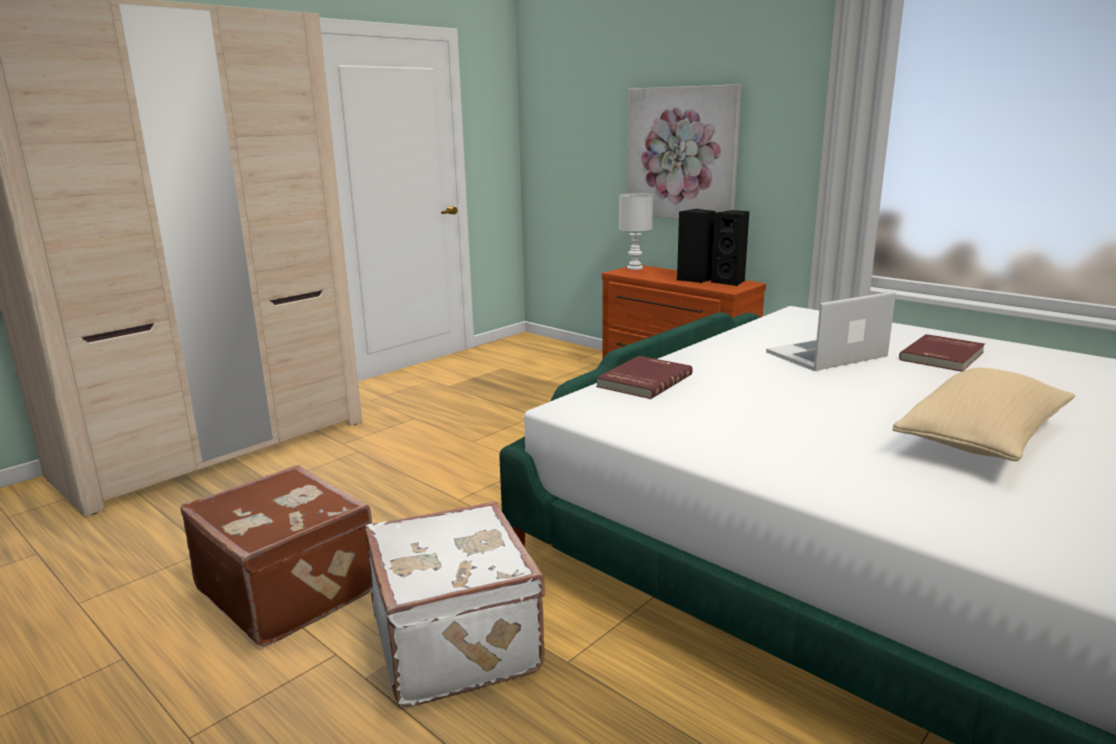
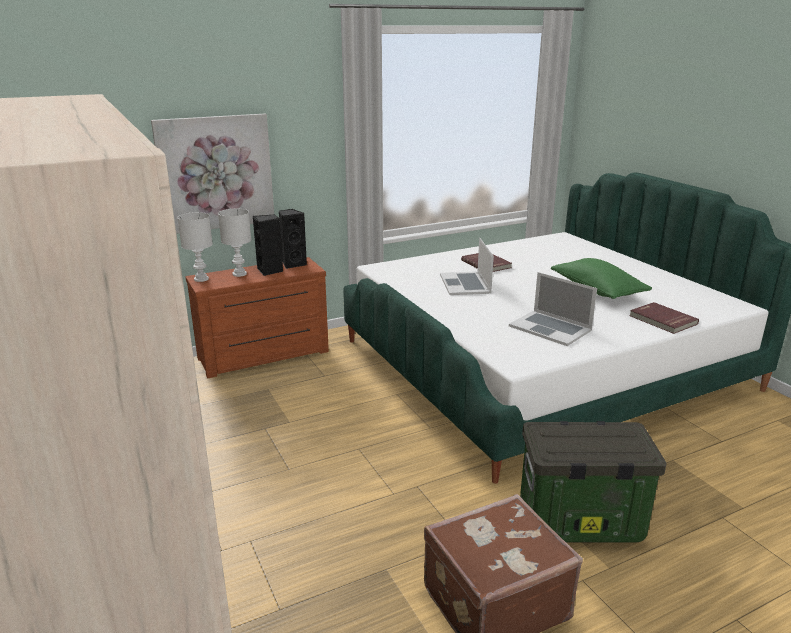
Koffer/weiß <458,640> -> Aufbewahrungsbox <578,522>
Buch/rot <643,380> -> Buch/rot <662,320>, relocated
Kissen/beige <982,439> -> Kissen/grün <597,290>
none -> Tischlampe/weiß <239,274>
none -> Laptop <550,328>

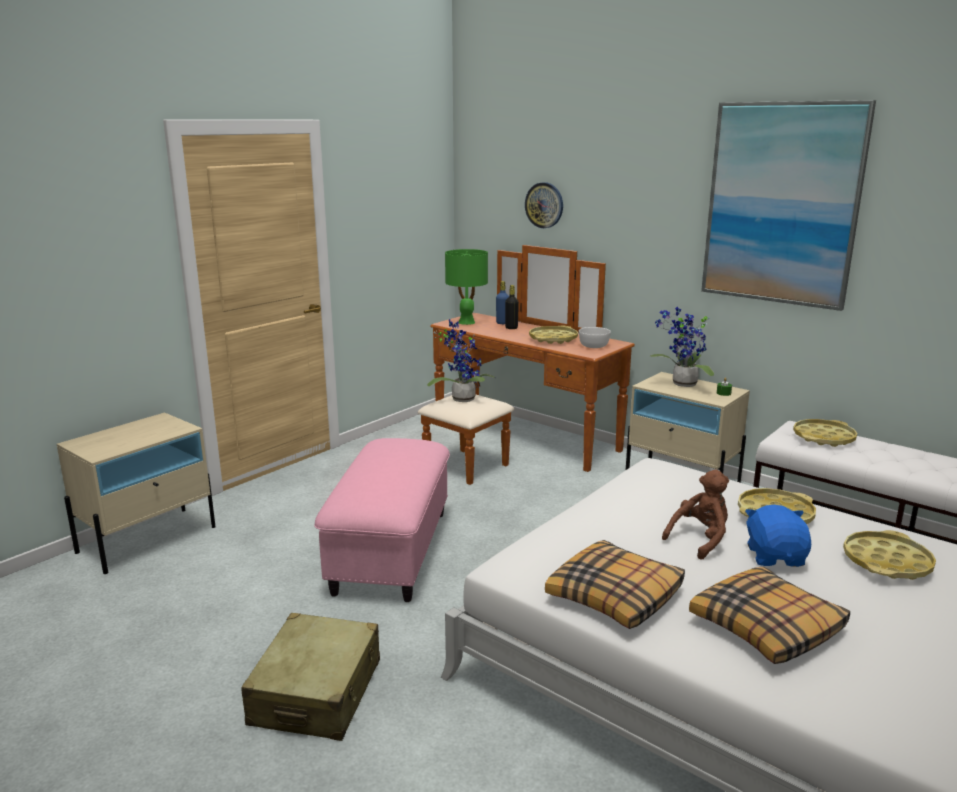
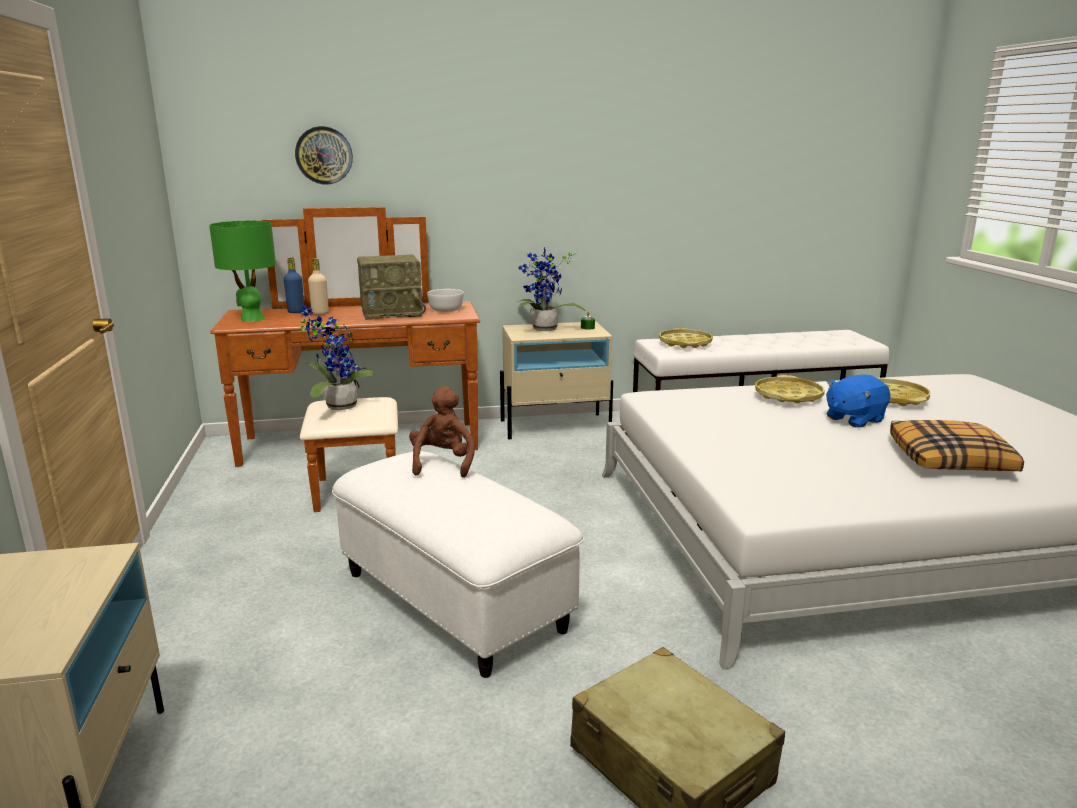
Polsterhocker/rosa <390,551> -> Polsterhocker/weiß <450,602>
Flasche/schwarz <511,328> -> Flasche/beige <320,313>
Tablett/gelb <553,339> -> Radio <392,313>
Kissen <615,597> -> none
Plüschtier/braun <700,539> -> Plüschtier/braun <443,463>, relocated
Bild <781,204> -> none
Plüschtier/blau <775,557> -> Plüschtier/blau <853,419>, 75 degrees counterclockwise

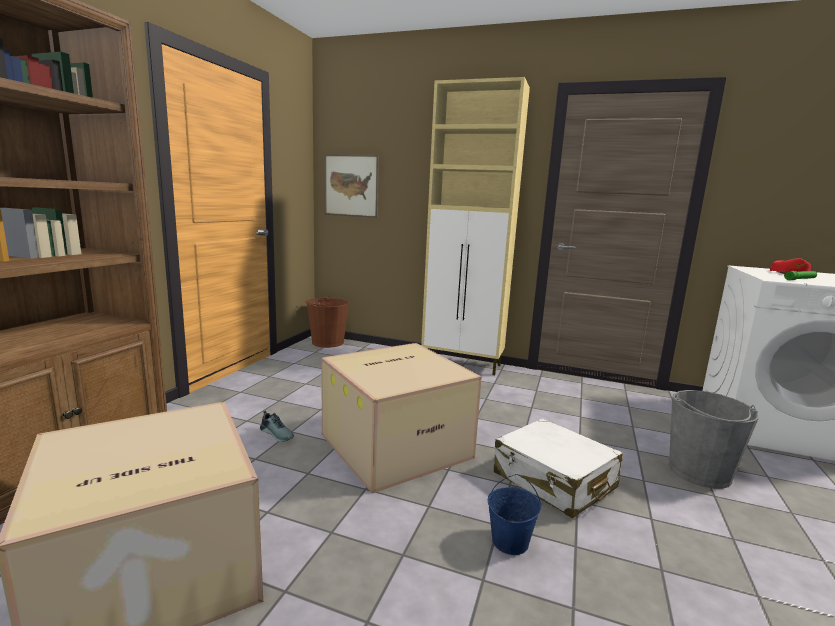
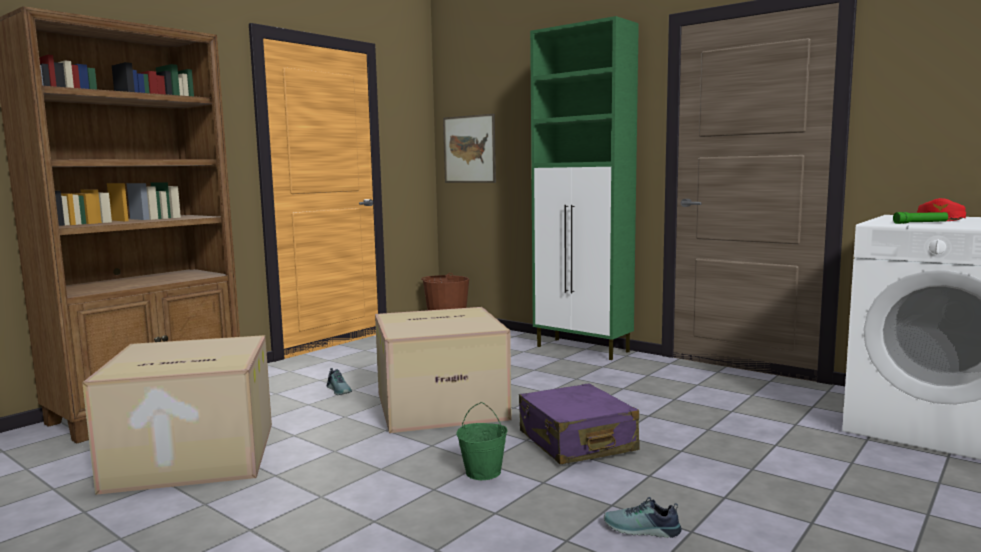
Schrank/beige <463,364> -> Schrank/grün <583,349>
Eimer/blau <510,541> -> Eimer/grün <483,472>
Koffer/weiß <554,481> -> Koffer/lila <576,442>
Eimer/grau <699,472> -> none
none -> Schuh <641,530>

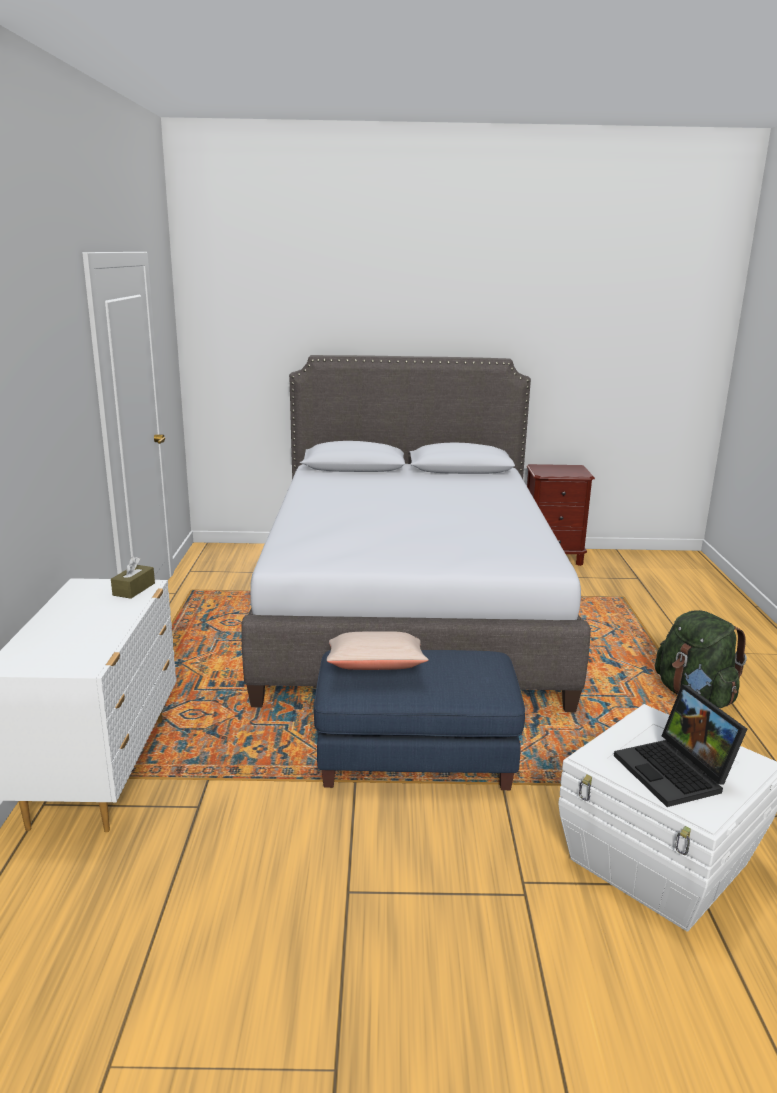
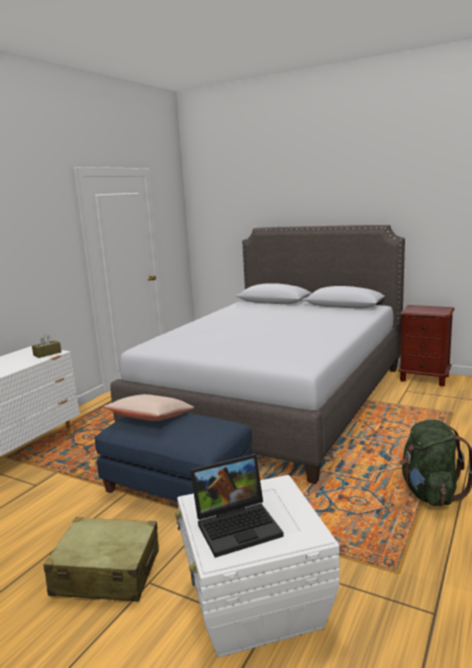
Laptop <676,773> -> Laptop <238,525>, 120 degrees counterclockwise
none -> Koffer/beige <106,573>

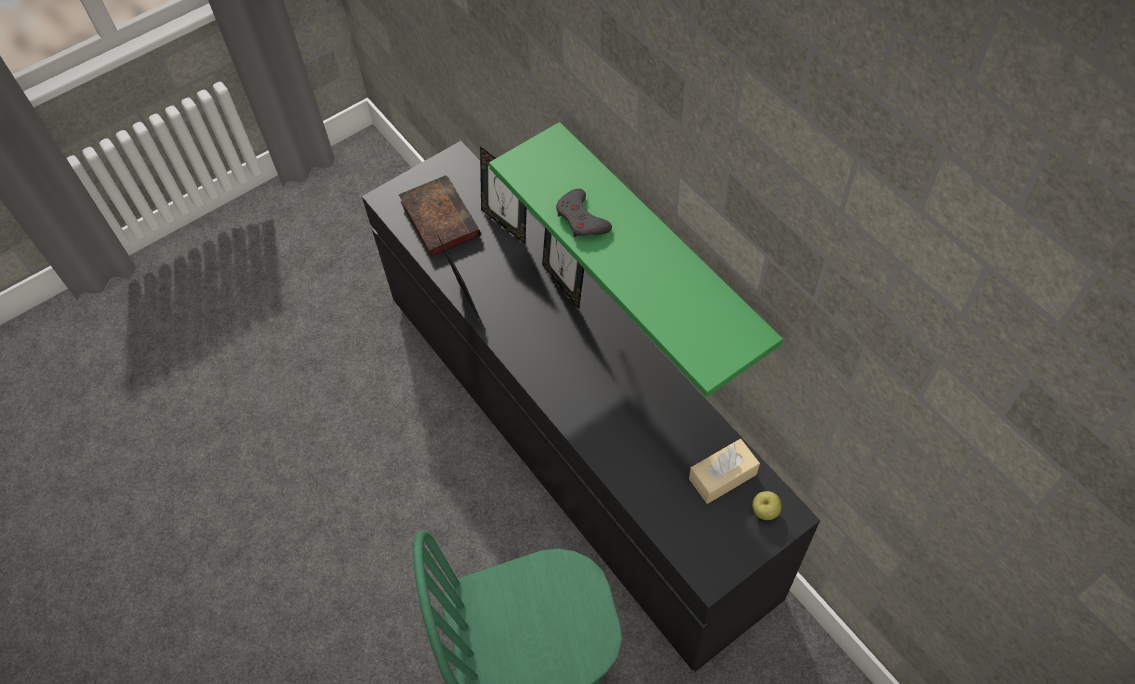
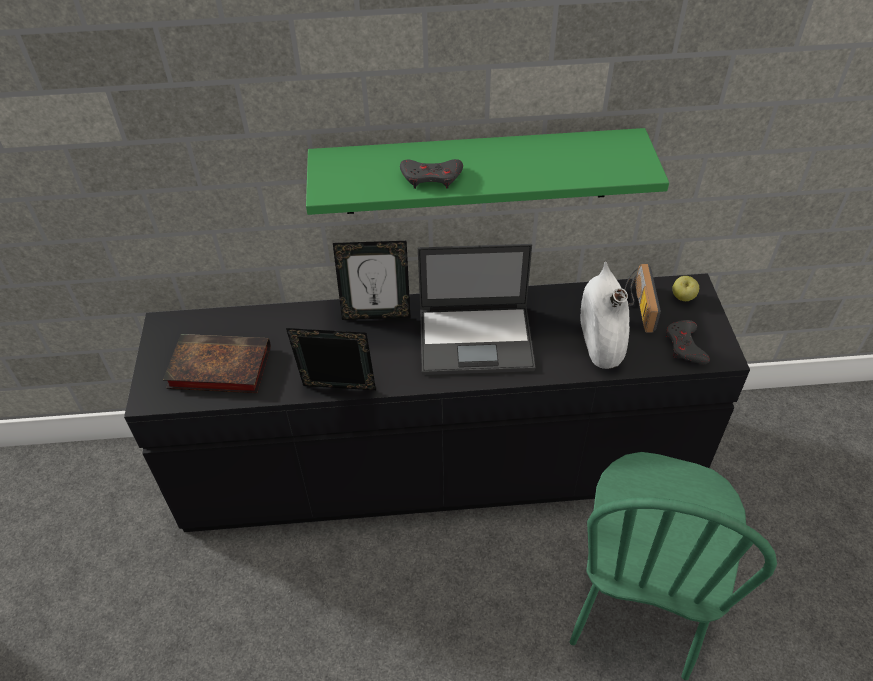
Bilderrahmen <506,223> -> none
Taschentuchbox/beige <722,476> -> Radio <637,306>
none -> Laptop <477,339>
none -> Vase/weiß <600,342>
none -> Gamepad/grau <685,346>

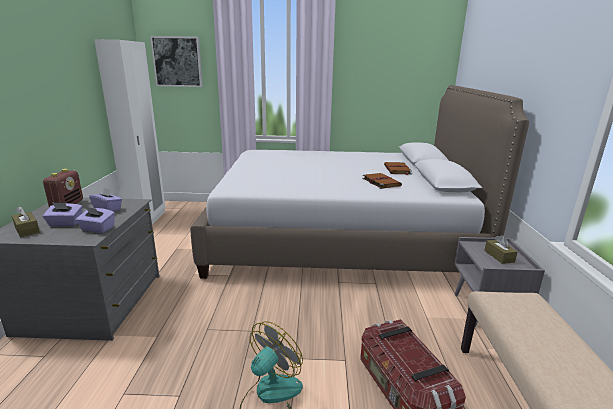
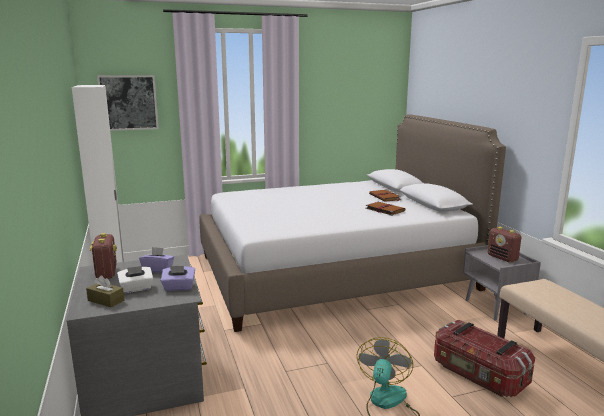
Taschentuchbox/lila <65,223> -> Taschentuchbox/weiß <136,288>
Taschentuchbox/braun <499,256> -> Radio <502,258>

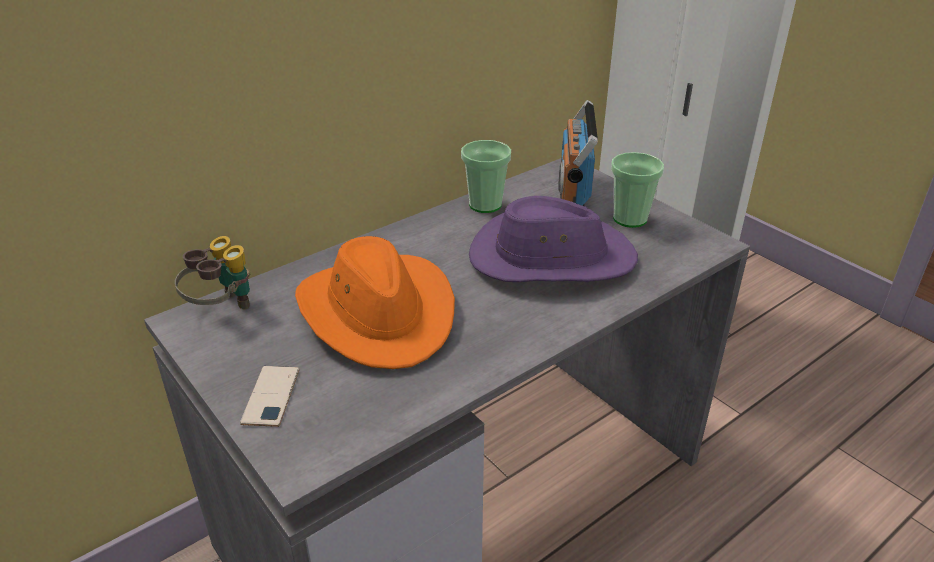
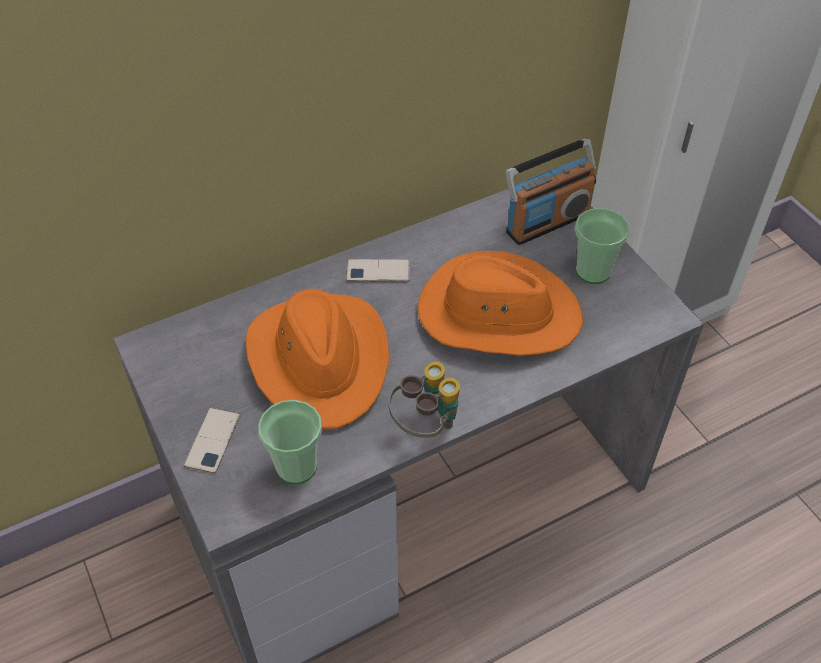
Fernglas <222,309> -> Fernglas <426,425>, relocated
Tasse <485,205> -> Tasse <296,466>, relocated
Hut/lila <550,257> -> Hut/orange <498,313>
Radio <573,189> -> Radio <547,222>, 135 degrees counterclockwise
none -> Handy <378,271>

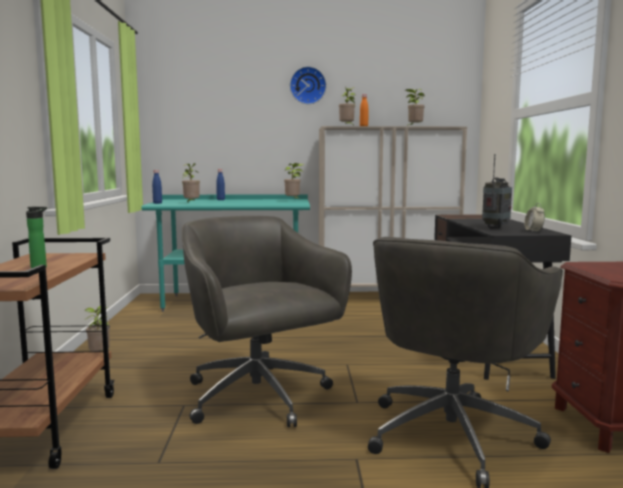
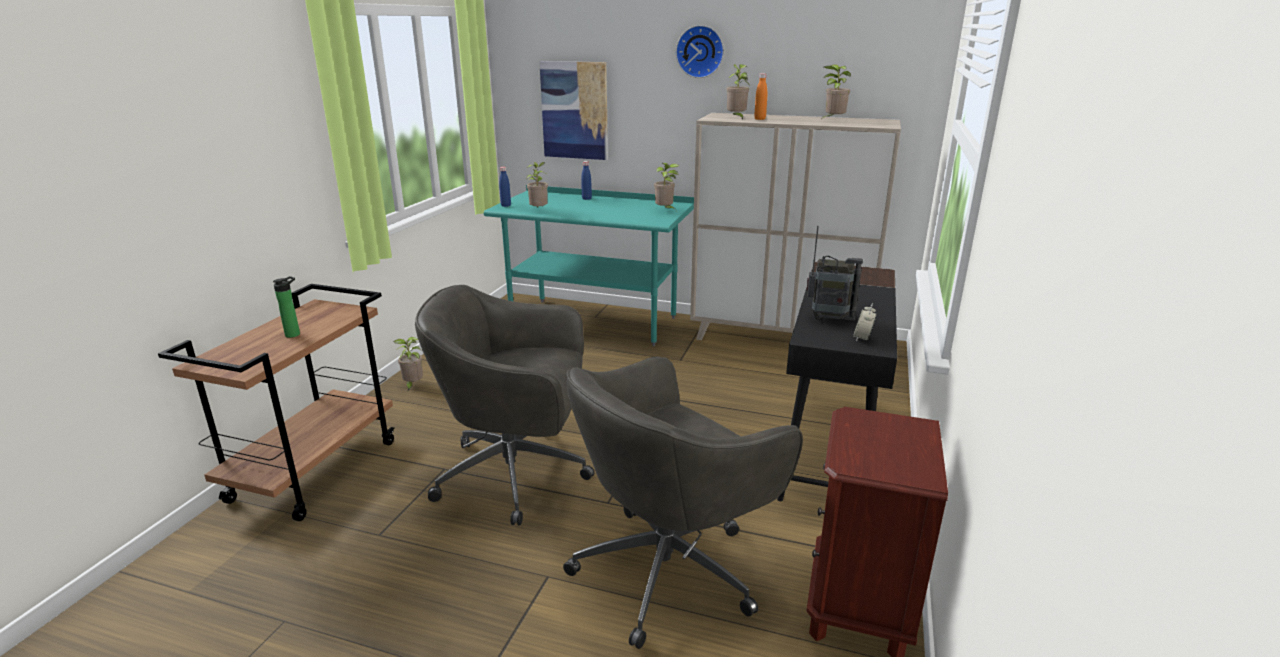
Bürostuhl/grau <259,398> -> Bürostuhl/grau <517,475>, 75 degrees counterclockwise
Radio <495,228> -> Radio <828,319>, 45 degrees clockwise
none -> Bild <574,110>

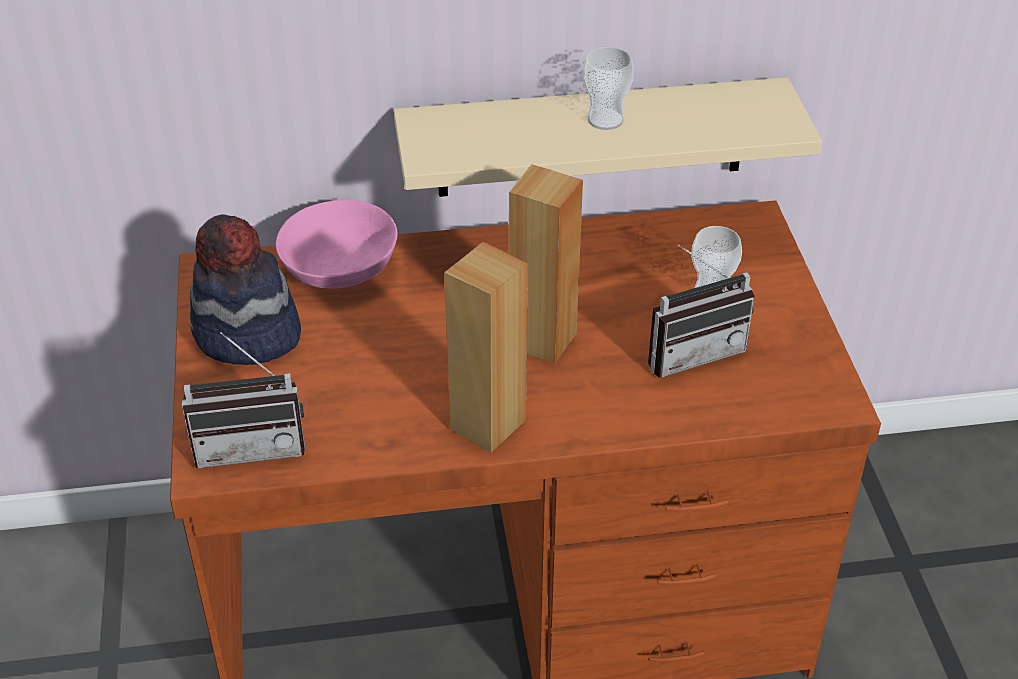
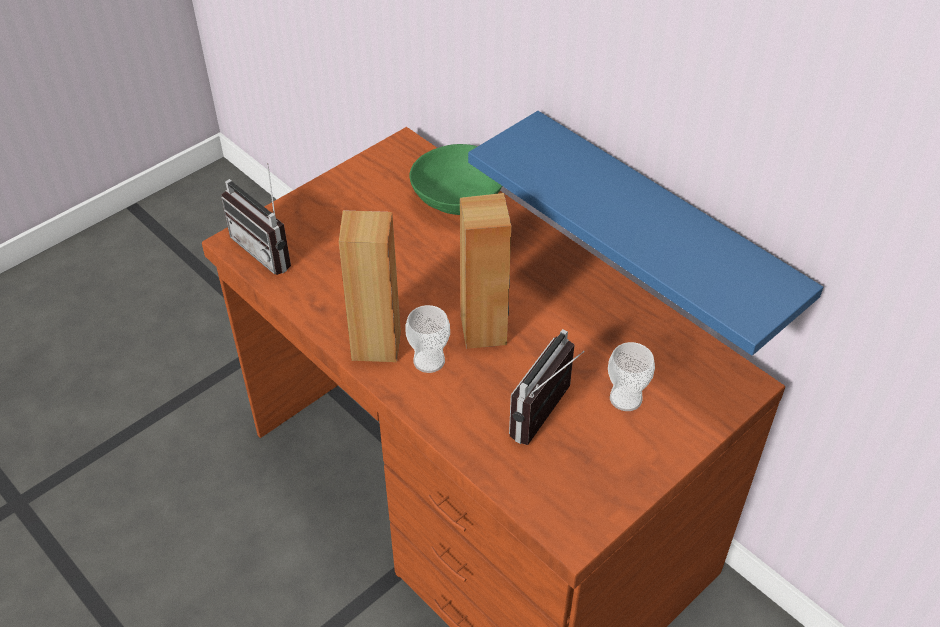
Hut <246,335> -> none
Schüssel/rosa <340,269> -> Schüssel/grün <459,198>
Wandregal/beige <591,138> -> Wandregal/blau <662,227>
Tasse <605,120> -> Tasse <429,361>, relocated
Radio <692,351> -> Radio <549,418>, 90 degrees clockwise

